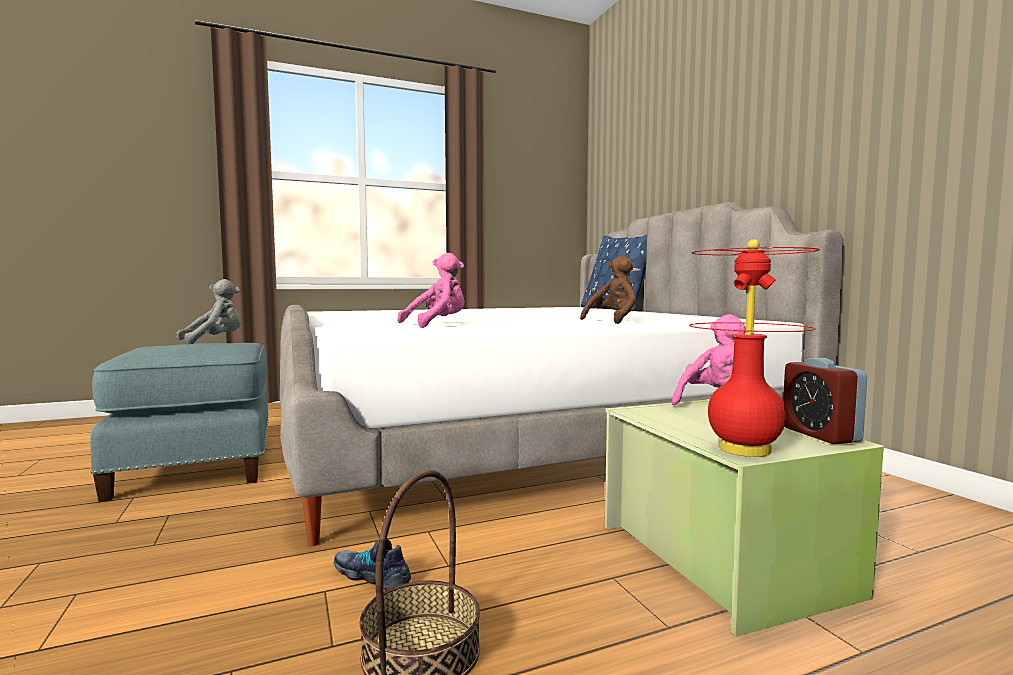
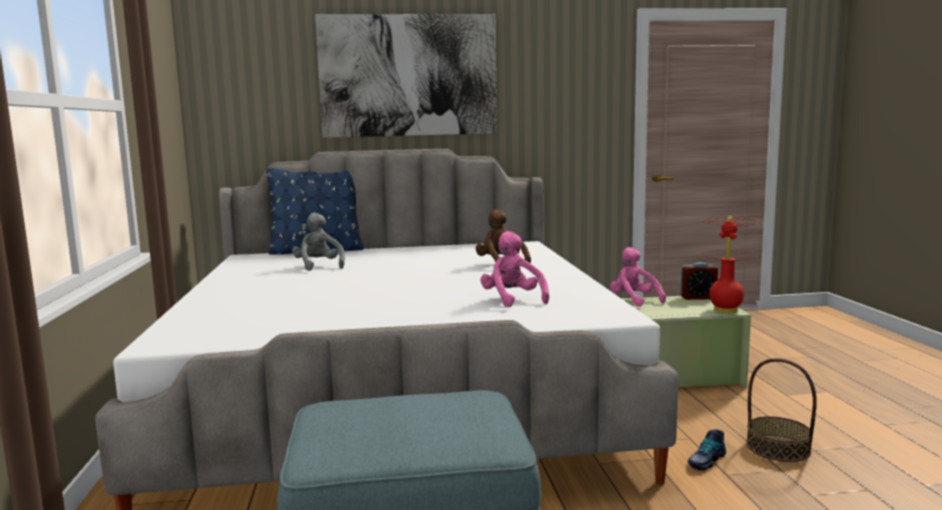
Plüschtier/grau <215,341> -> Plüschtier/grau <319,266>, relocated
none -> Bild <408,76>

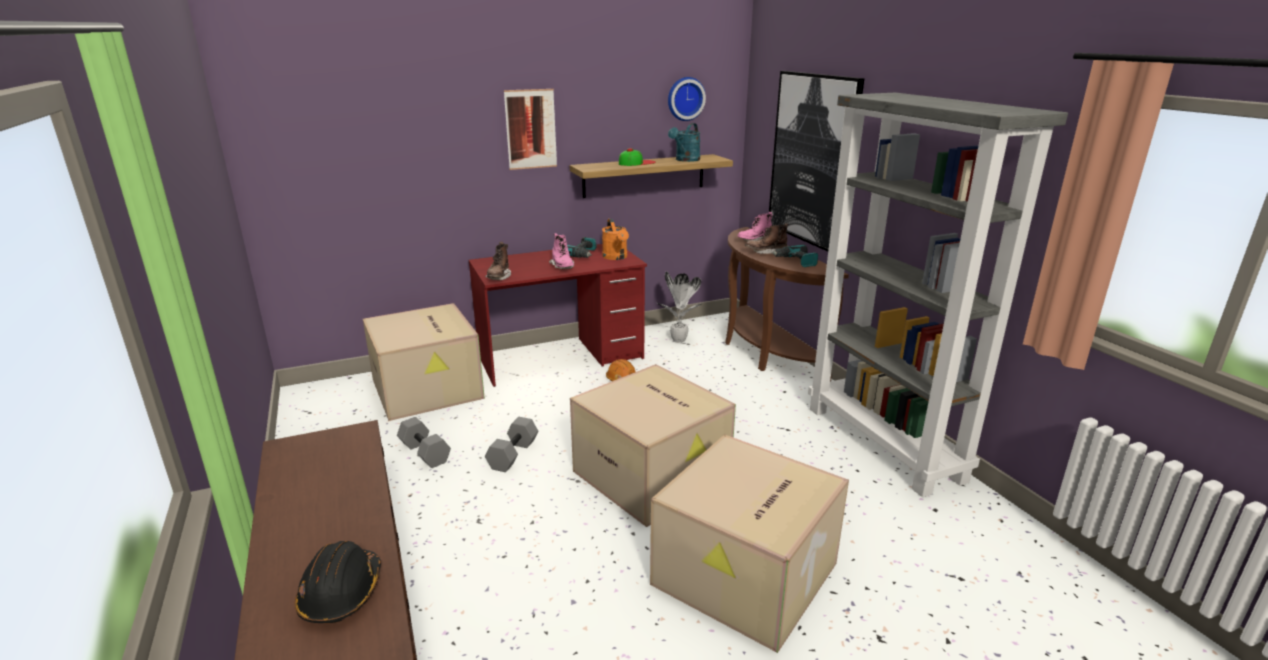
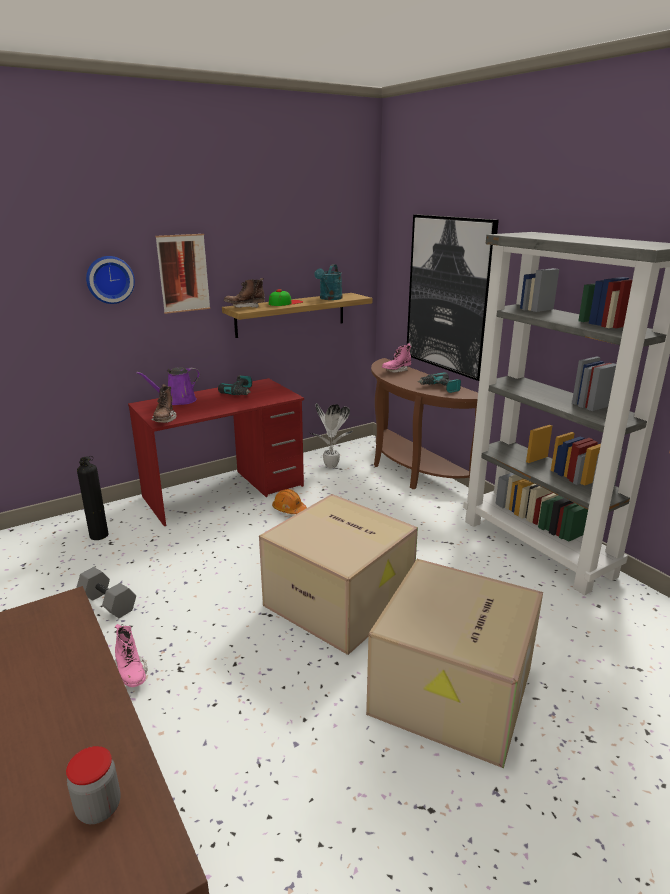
Schutzhelm/schwarz <341,593> -> Vorratsglas <99,807>
Karton <429,389> -> Feuerlöscher <98,535>
Hantel/grau <513,455> -> none
Stiefel/rosa <562,267> -> Stiefel/rosa <131,673>, relocated
Gießkanne/orange <616,257> -> none
Wanduhr <685,98> -> Wanduhr <109,279>, relocated
Stiefel/braun <765,252> -> Stiefel/braun <245,307>, relocated
none -> Gießkanne/lila <178,401>

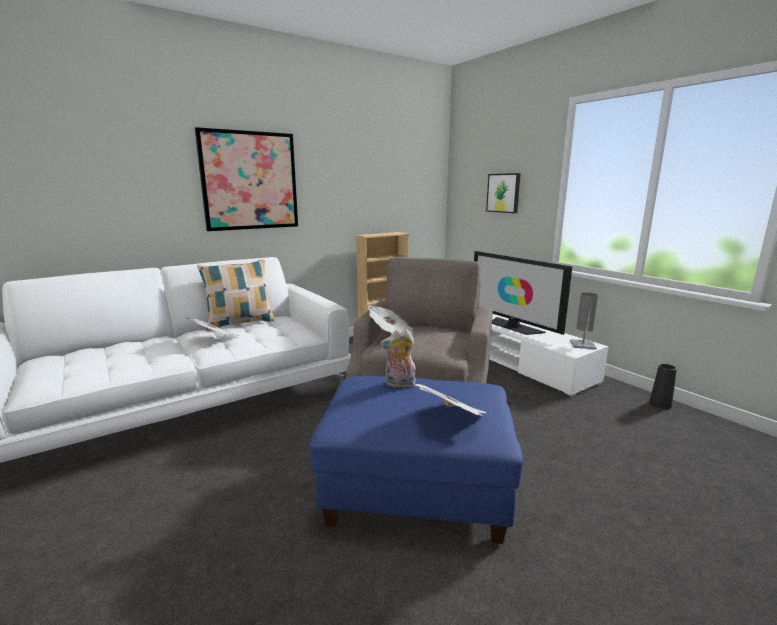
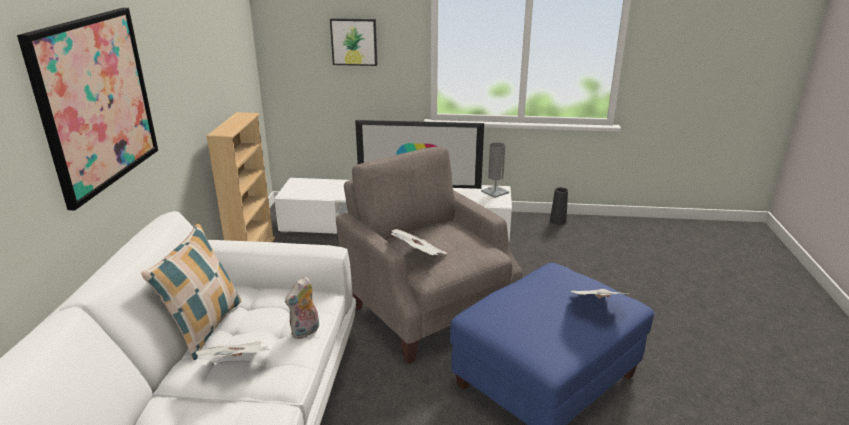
Plüschtier <399,384> -> Plüschtier <306,332>, relocated

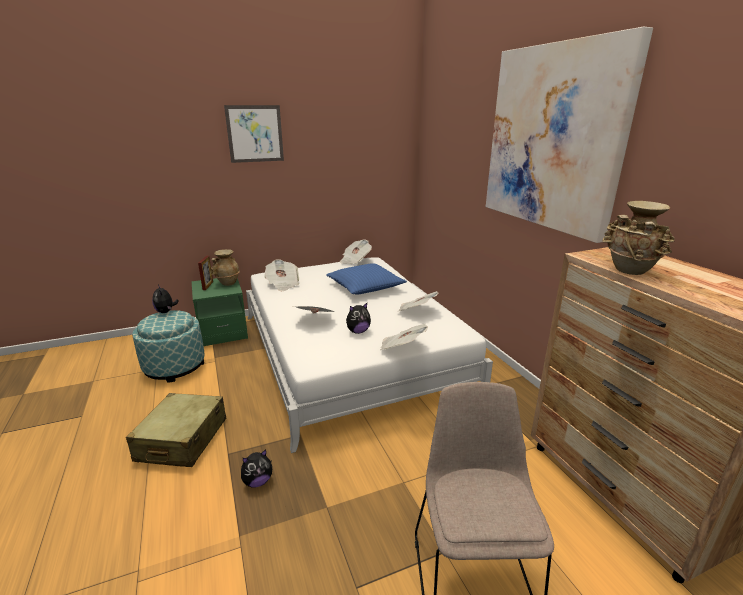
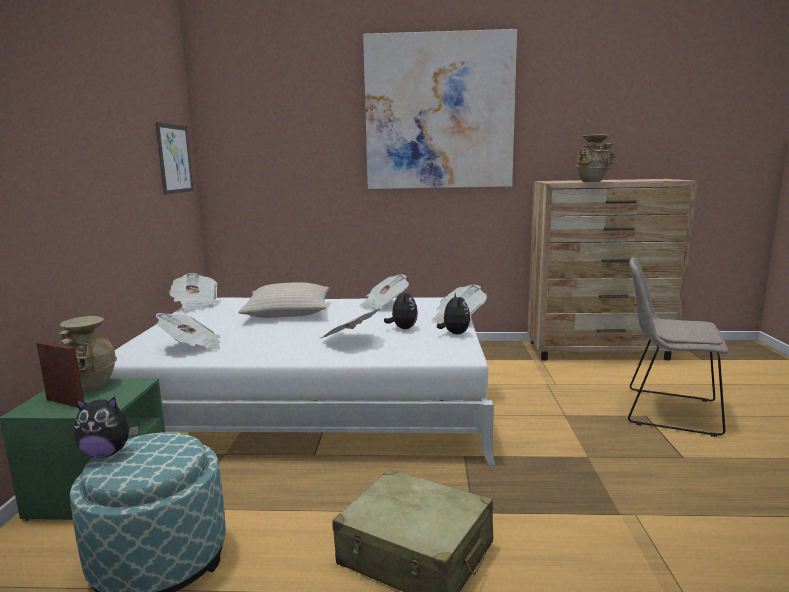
Bild <255,134> -> Bild <174,159>, relocated
Plüschtier <257,481> -> Plüschtier <454,333>, relocated
Kissen/blau <365,287> -> Kissen/beige <288,312>

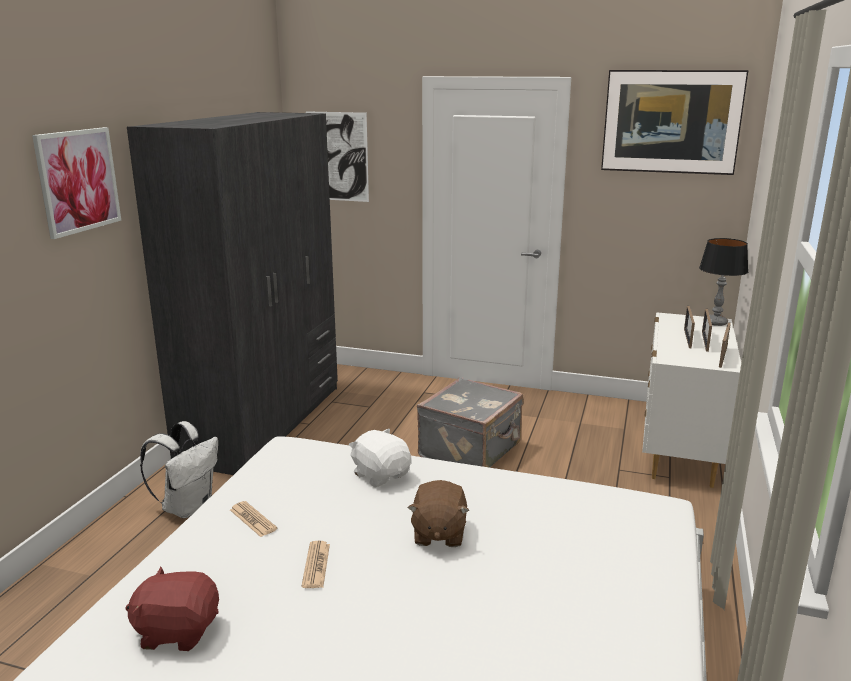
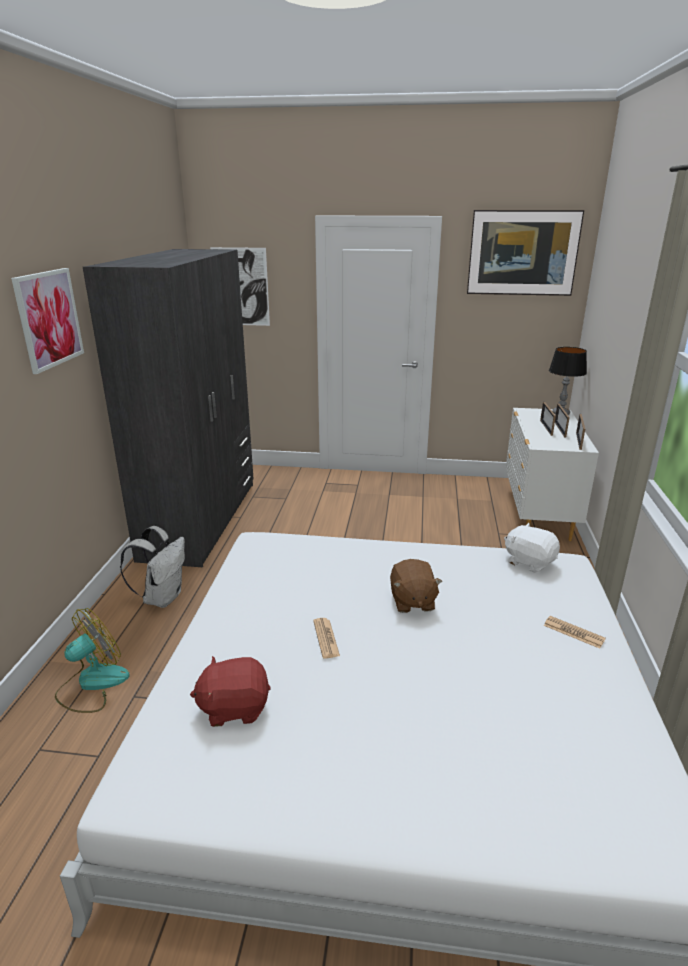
Zeitung <253,519> -> Zeitung <573,632>, relocated
Plüschtier/weiß <381,475> -> Plüschtier/weiß <529,561>, relocated
Koffer/grau <471,451> -> none
none -> Ventilator <92,684>

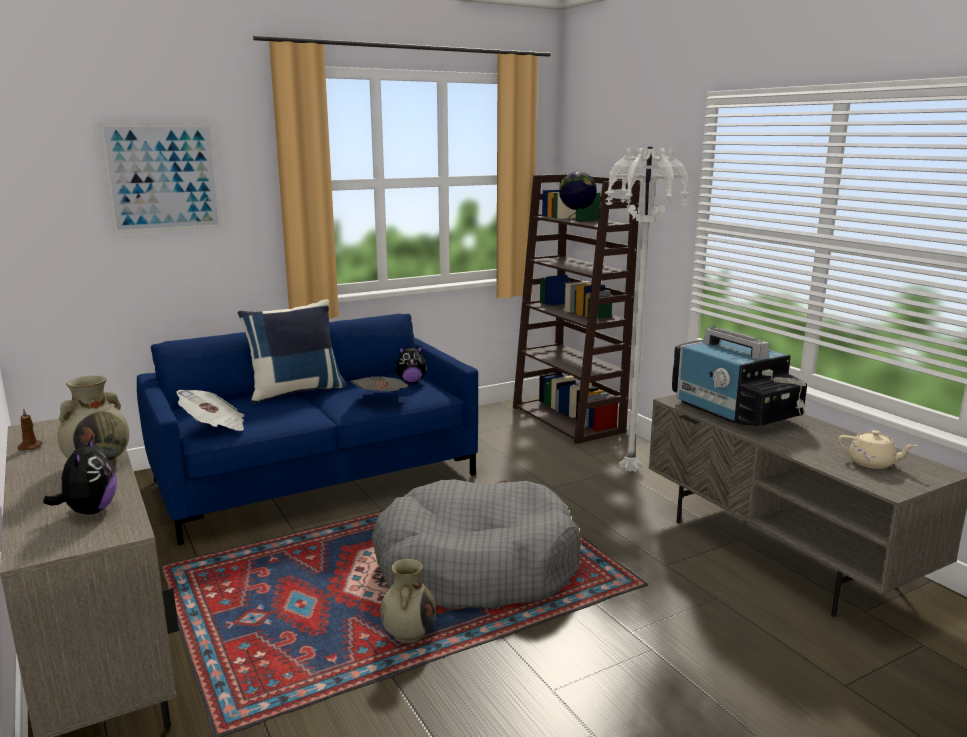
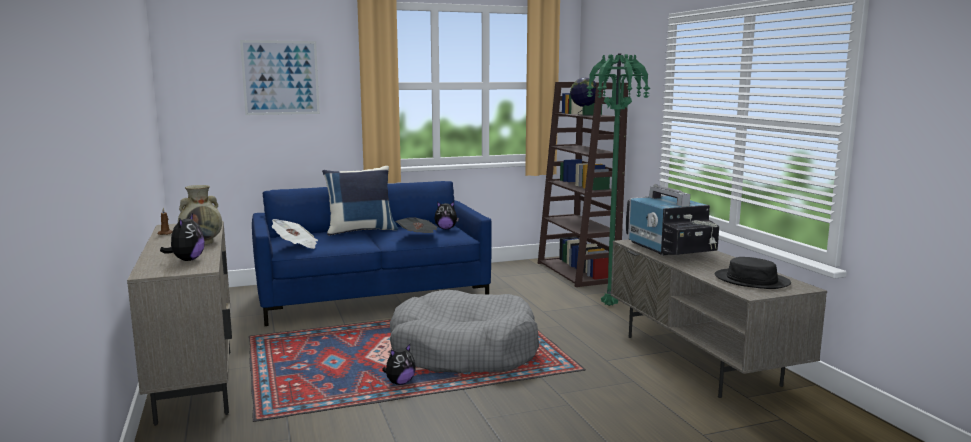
Vase/beige <409,634> -> Plüschtier <400,382>
Stehlampe/weiß <631,472> -> Stehlampe/grün <610,306>
Teekanne/beige <872,463> -> Hut/schwarz <751,280>

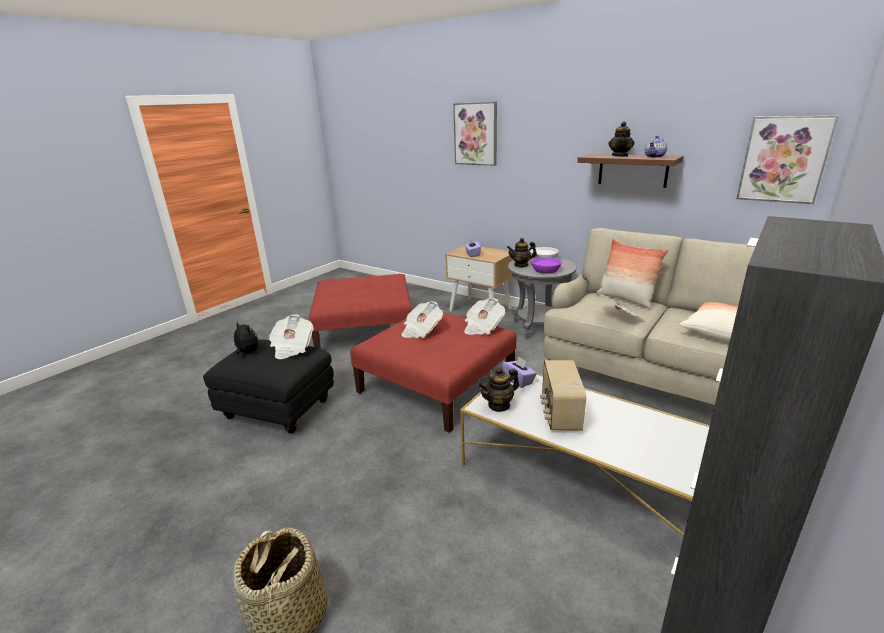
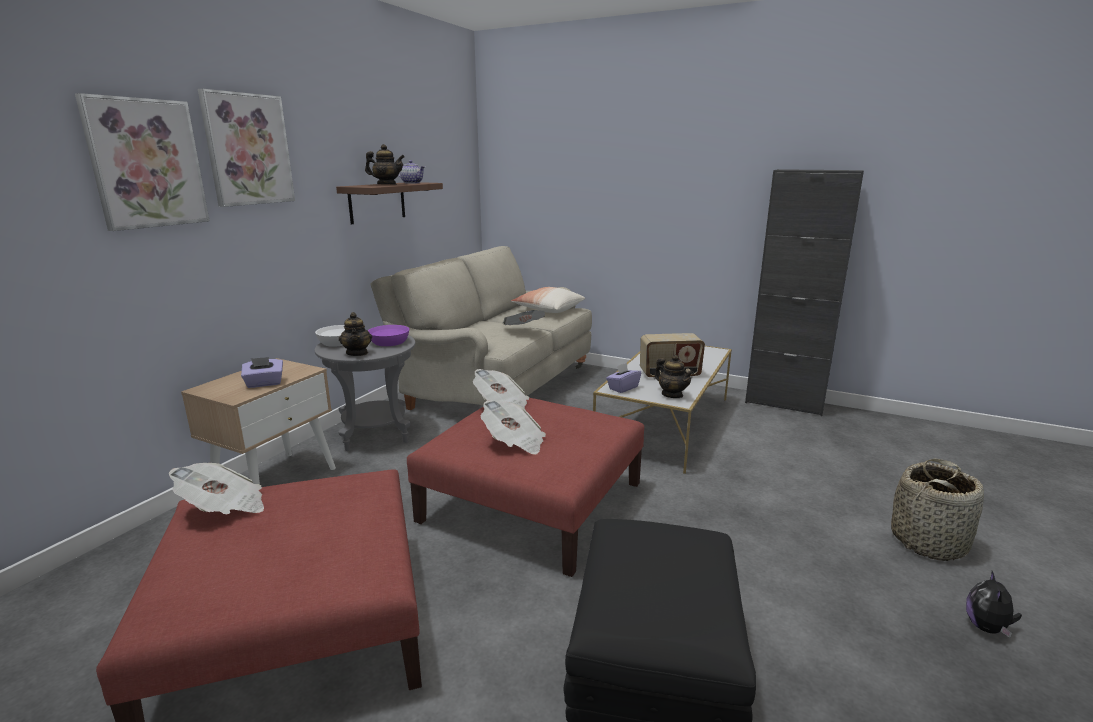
Plüschtier <247,352> -> Plüschtier <987,628>, relocated
Zeitung <292,348> -> Zeitung <225,508>, relocated
Kissen <625,299> -> none
Bild <784,159> -> Bild <248,149>, relocated

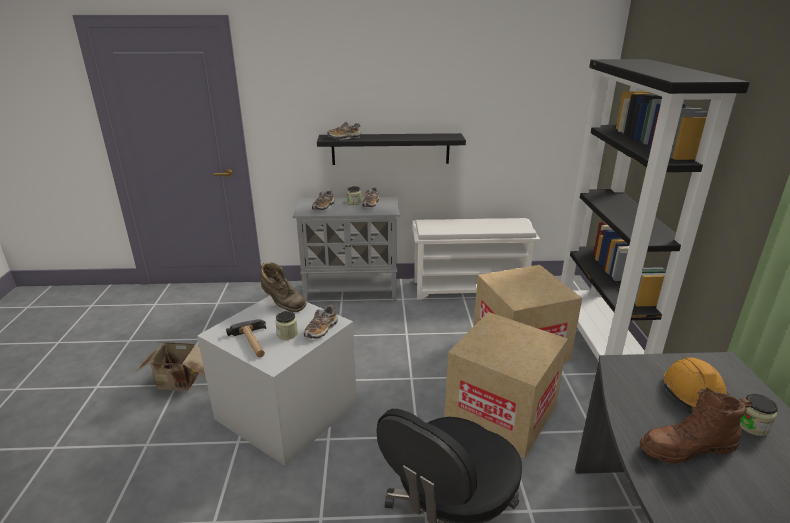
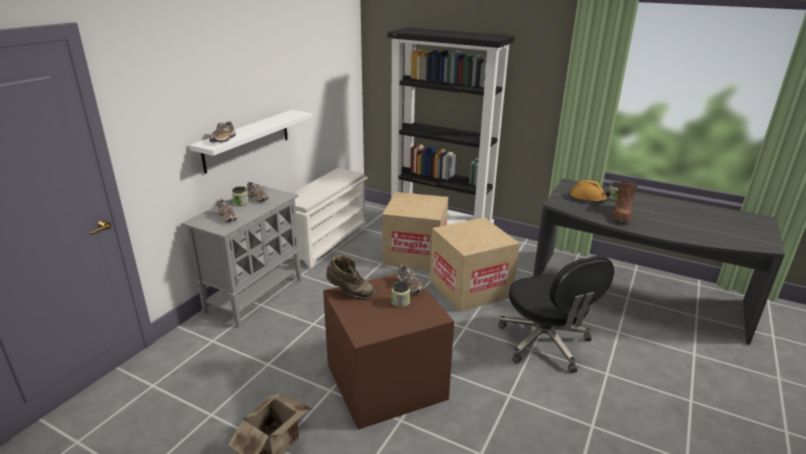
Aufbewahrungsbox/grau <289,410> -> Aufbewahrungsbox/braun <386,380>
Hammer <253,342> -> none
Stiefel/braun <282,304> -> Stiefel/braun <350,293>, 45 degrees clockwise
Wandregal/schwarz <390,149> -> Wandregal/weiß <247,140>

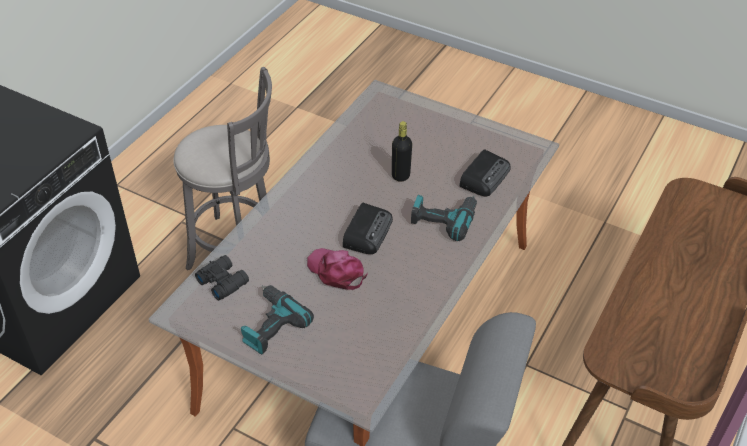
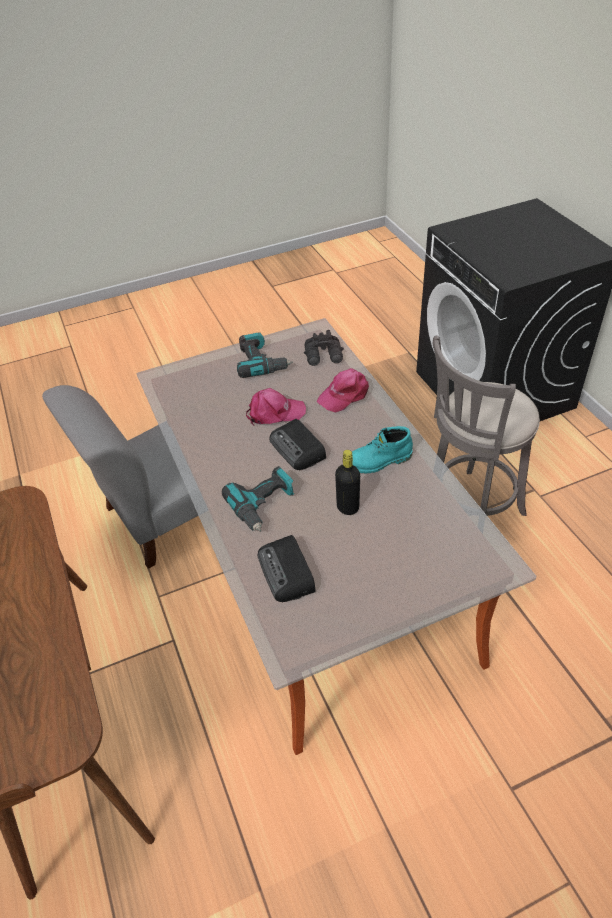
none -> Kappe/rosa <344,395>
none -> Stiefel/türkis <378,462>

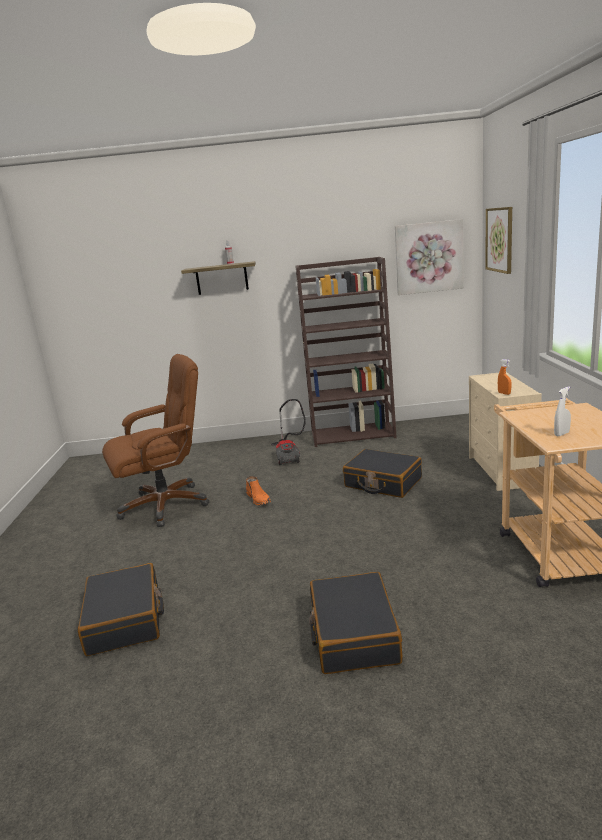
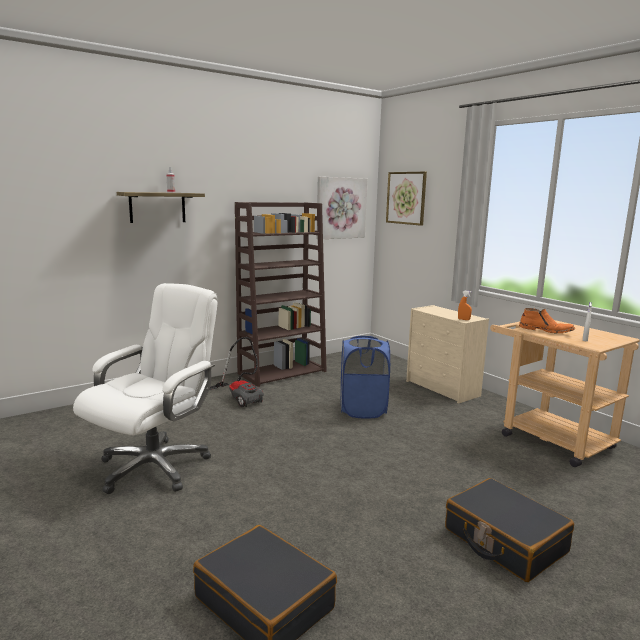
Bürostuhl/braun <166,505> -> Bürostuhl/weiß <154,466>
Stiefel/orange <259,499> -> Stiefel/orange <546,330>, relocated
Koffer/schwarz <382,483> -> Wäschekorb/blau <362,410>

